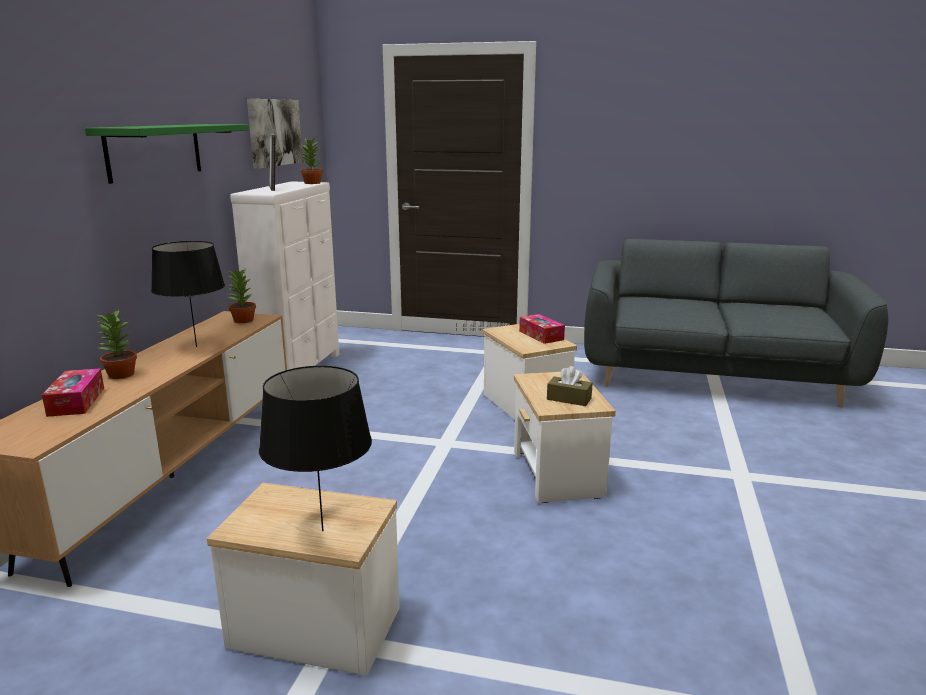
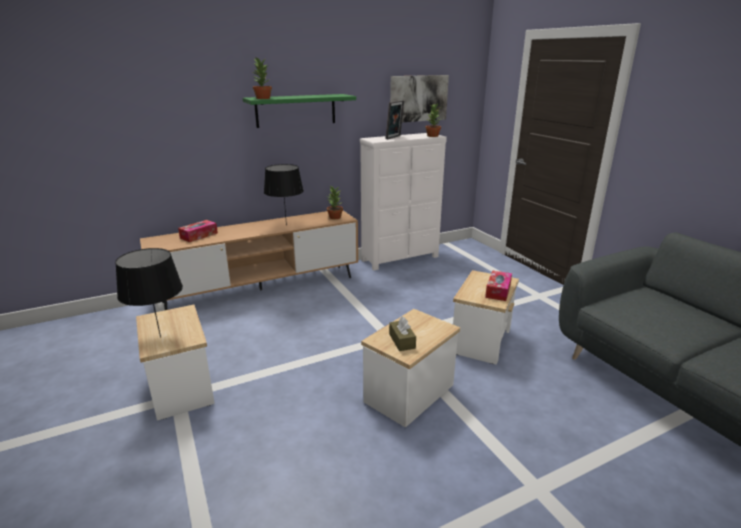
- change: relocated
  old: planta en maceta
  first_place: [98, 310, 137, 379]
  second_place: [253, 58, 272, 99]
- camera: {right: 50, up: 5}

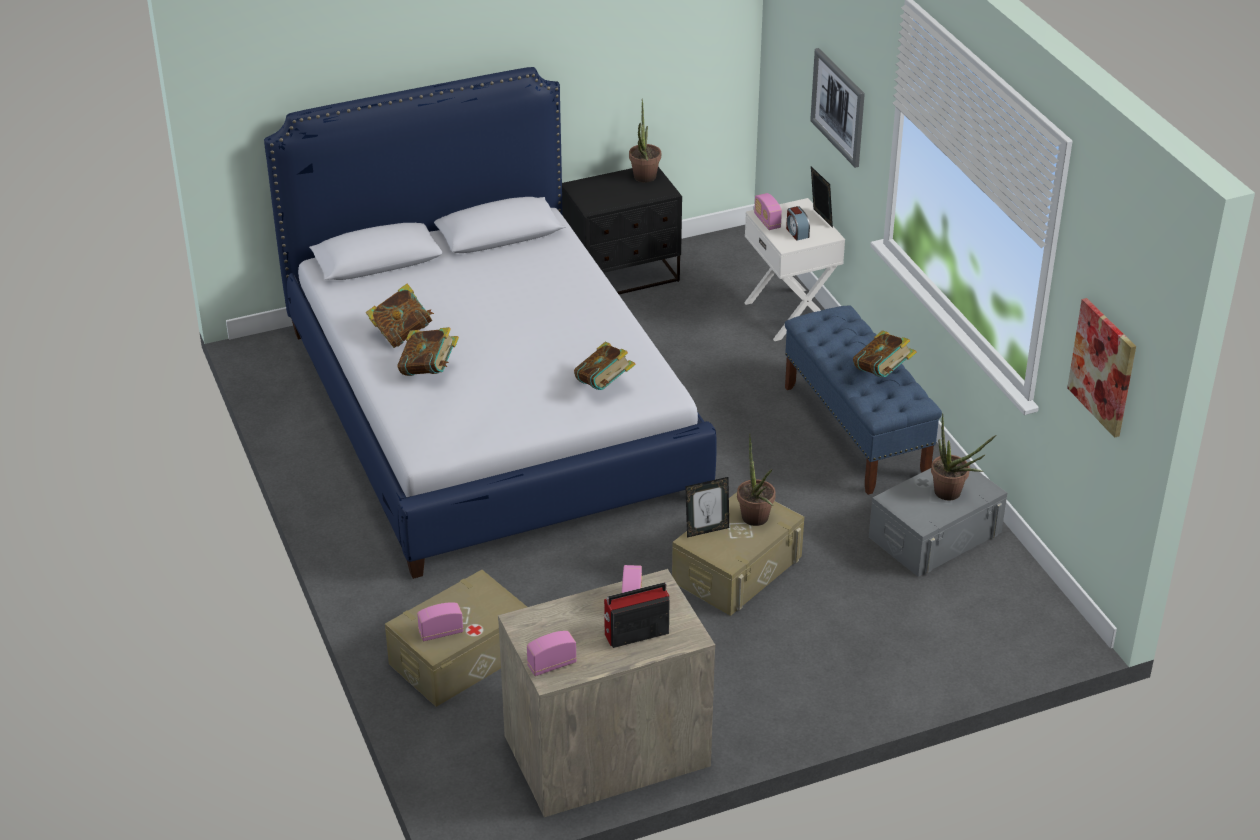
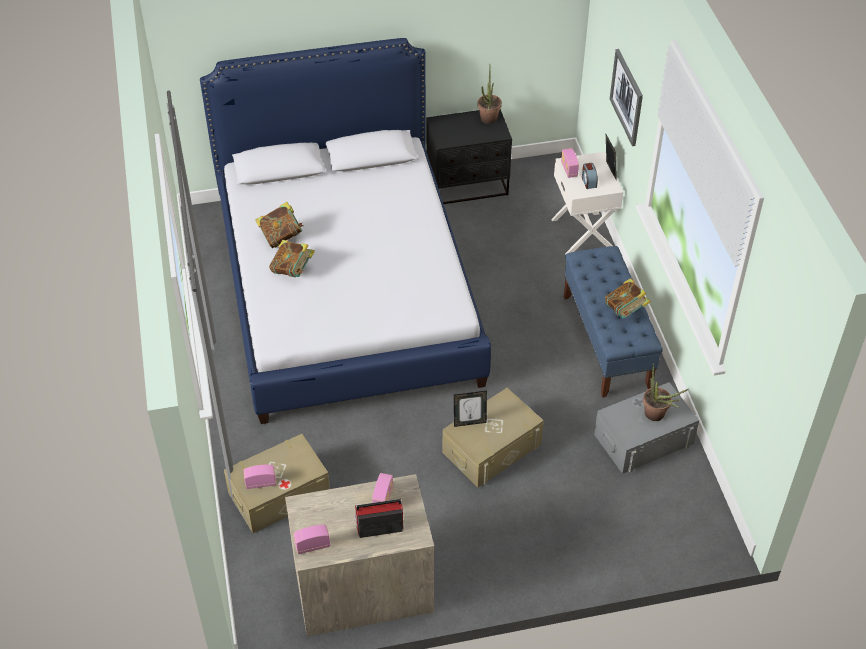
- change: missing
  old: libro
  first_place: [574, 342, 636, 390]
- change: missing
  old: planta en maceta
  first_place: [737, 434, 776, 526]
- change: missing
  old: cuadro
  first_place: [1067, 298, 1136, 438]
- camera: {right: 10, up: 10}

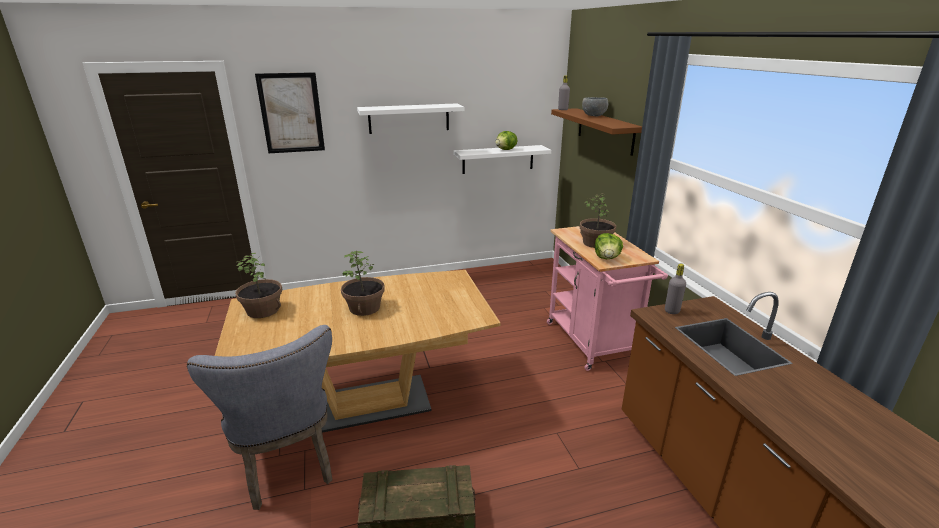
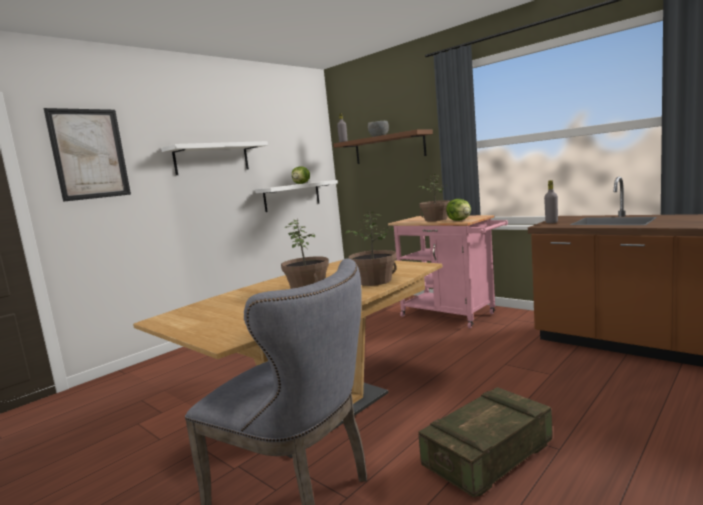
- change: relocated
  old: planta en maceta
  first_place: [235, 253, 282, 318]
  second_place: [345, 211, 397, 286]
- camera: {right: -30, up: -15}

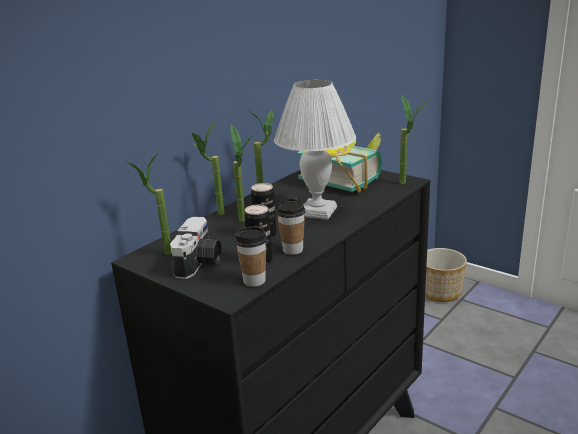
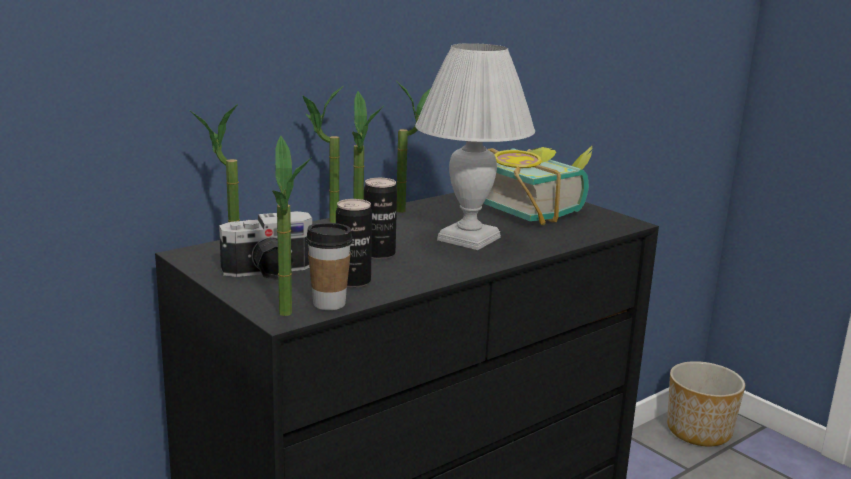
- change: missing
  old: taza
  first_place: [276, 198, 306, 255]
- change: relocated
  old: planta en maceta
  first_place: [400, 95, 426, 184]
  second_place: [272, 135, 312, 316]
- change: spun
  old: cámara
  first_place: [170, 216, 222, 279]
  second_place: [219, 211, 312, 281]
  degrees: 45
- camera: {right: 10, up: -5}

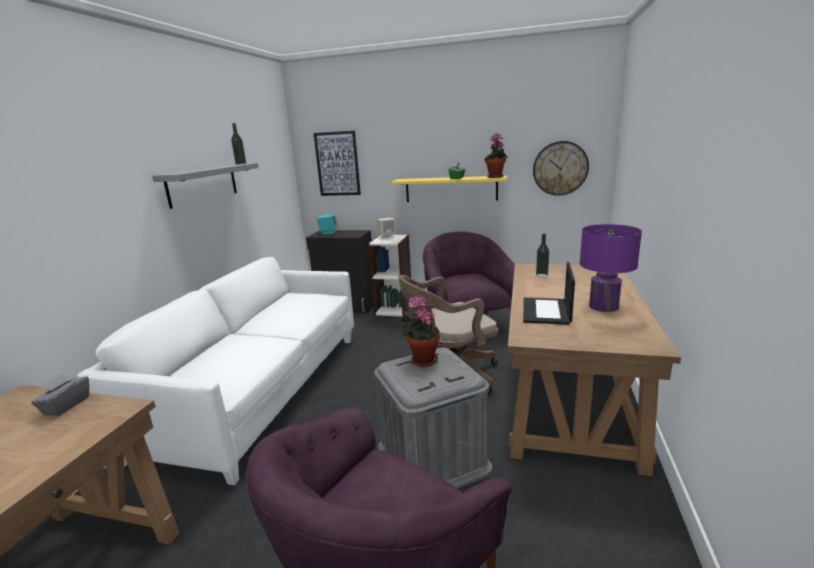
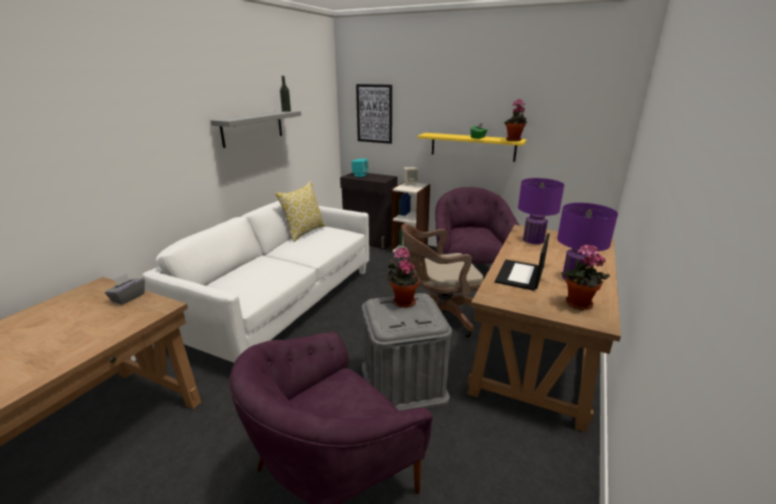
- change: missing
  old: reloj de pared
  first_place: [533, 141, 589, 196]
- change: appeared
  new: cojín
  second_place: [275, 181, 326, 242]
- change: appeared
  new: planta en maceta
  second_place: [561, 244, 610, 310]
- change: exchanged
  old: botella
  new: lámpara de mesa [morado]
  first_place: [536, 233, 549, 278]
  second_place: [518, 178, 564, 244]
- camera: {right: 10, up: 5}

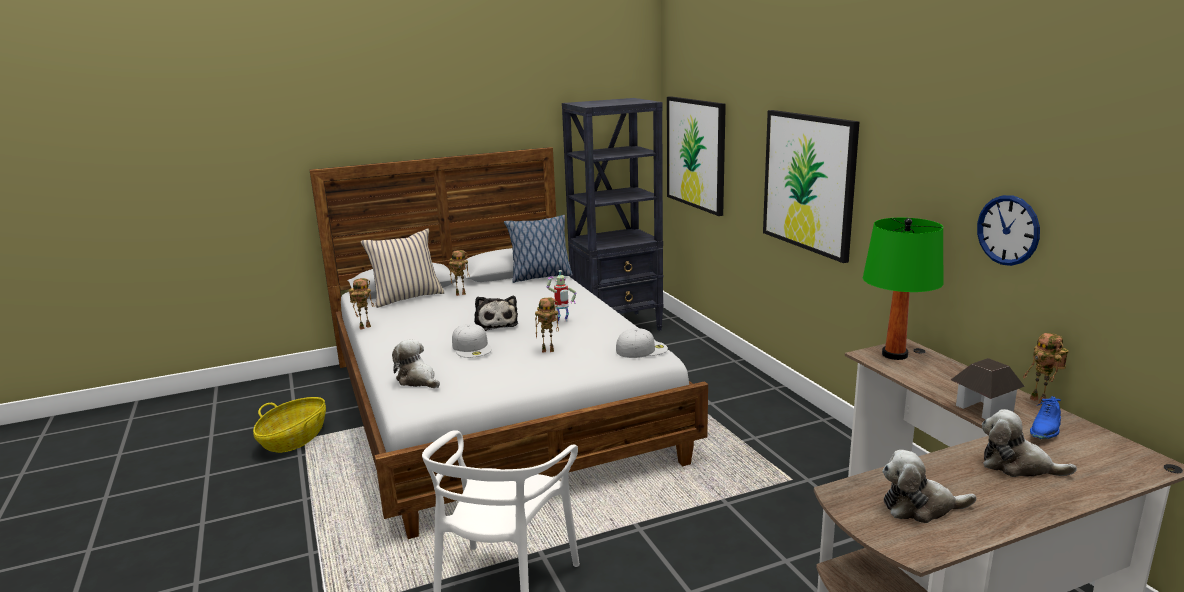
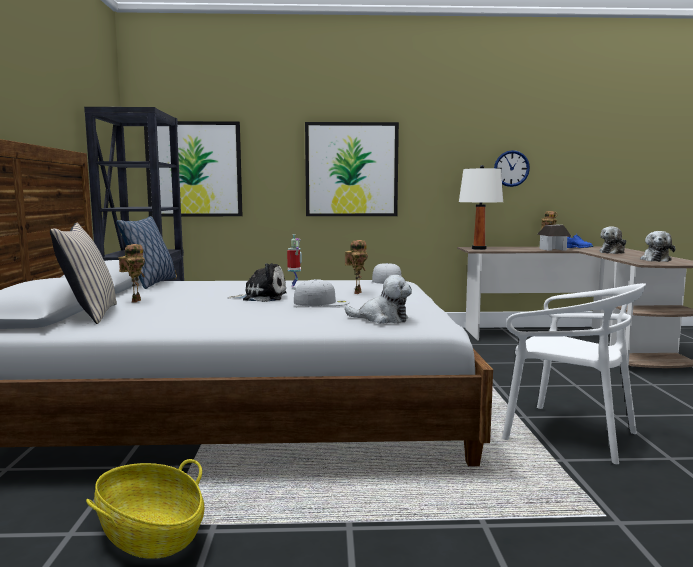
- change: missing
  old: robot de juguete
  first_place: [349, 278, 374, 330]
- change: colour
  old: lámpara de mesa [verde]
  new: lámpara de mesa [blanco]
  first_place: [863, 218, 944, 360]
  second_place: [459, 165, 503, 250]
- change: spun
  old: peluche
  first_place: [392, 339, 440, 388]
  second_place: [345, 275, 412, 324]
  degrees: -135
- camera: {right: -70, up: -10}

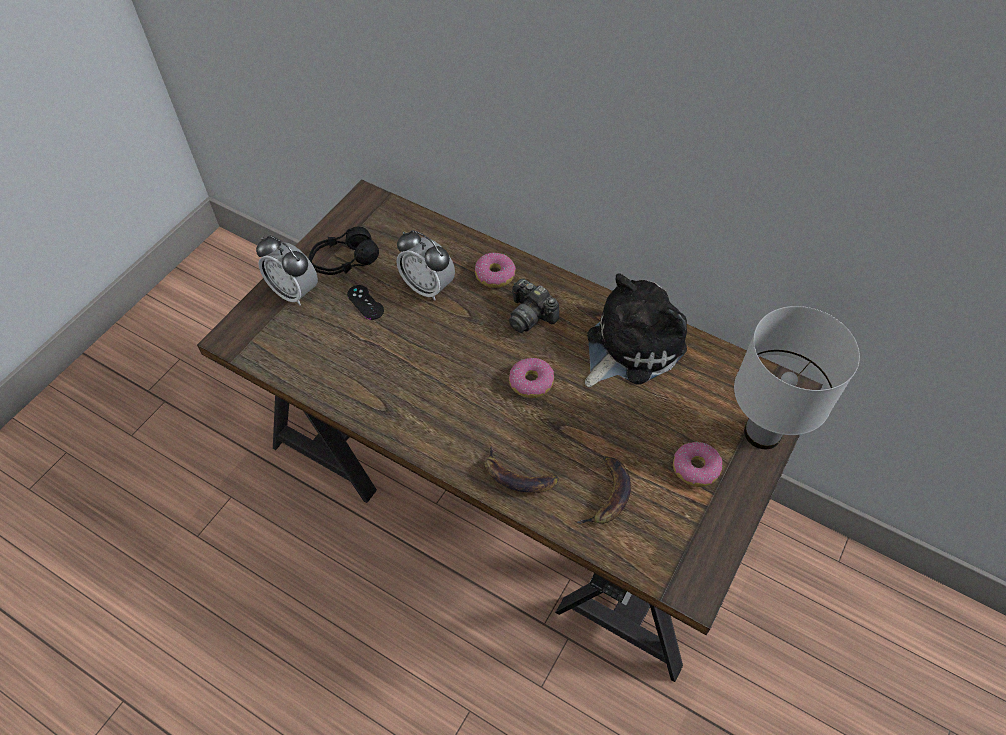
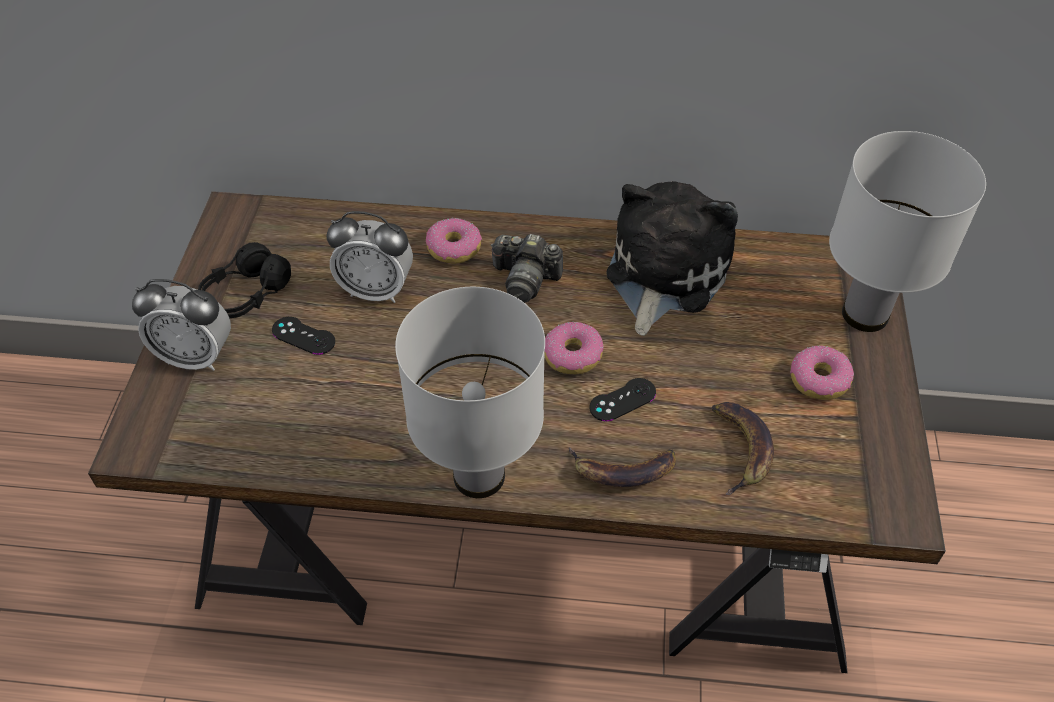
- change: appeared
  new: lámpara de mesa [blanco]
  second_place: [395, 287, 545, 498]
- change: appeared
  new: mando de consola [negro]
  second_place: [589, 378, 656, 421]
- camera: {right: -25, up: -5}

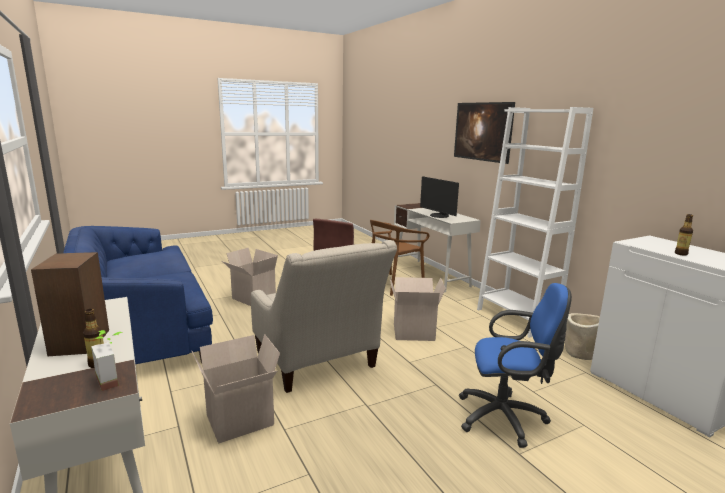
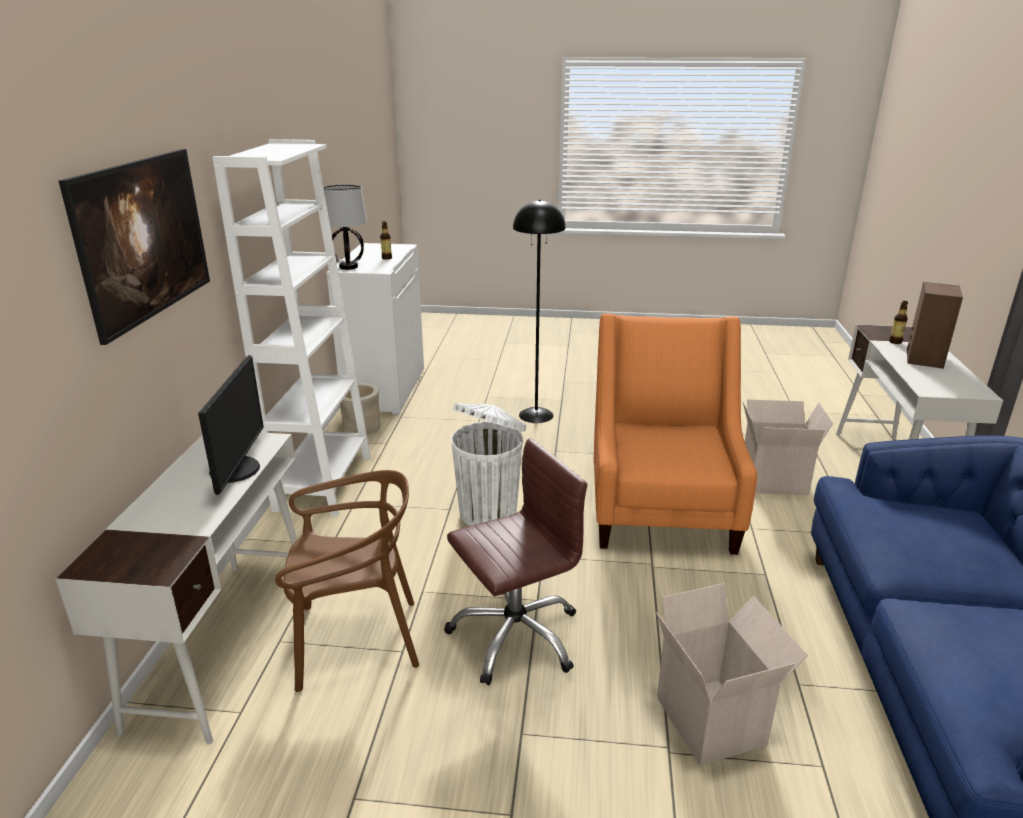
- change: missing
  old: planta en maceta
  first_place: [91, 330, 123, 391]
- change: appeared
  new: lámpara de mesa
  second_place: [323, 184, 367, 270]
- change: exchanged
  old: caja de cartón
  new: papelera [blanco]
  first_place: [390, 277, 446, 341]
  second_place: [451, 403, 527, 526]
- change: exchanged
  old: silla de oficina [azul]
  new: lámpara de pie [negro]
  first_place: [459, 283, 572, 448]
  second_place: [513, 199, 566, 423]
- change: colour
  old: sillón [beis]
  new: sillón [naranja]
  first_place: [251, 240, 397, 393]
  second_place: [594, 313, 757, 555]
- camera: {right: -145, up: 10}

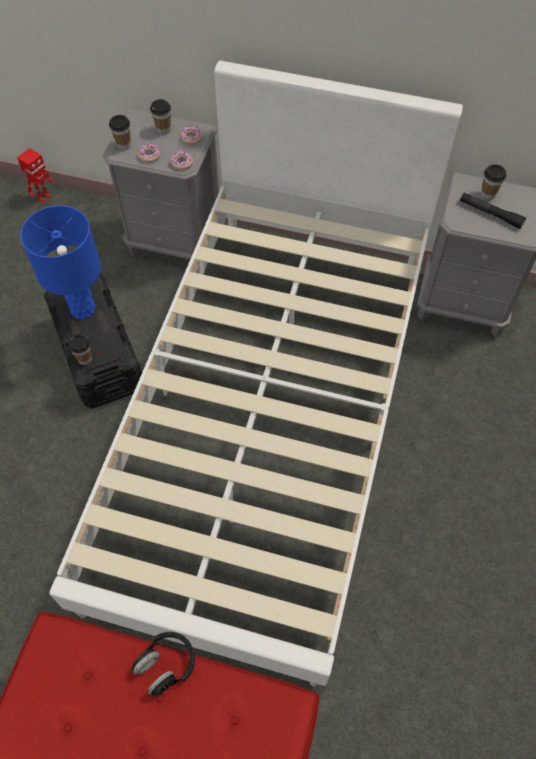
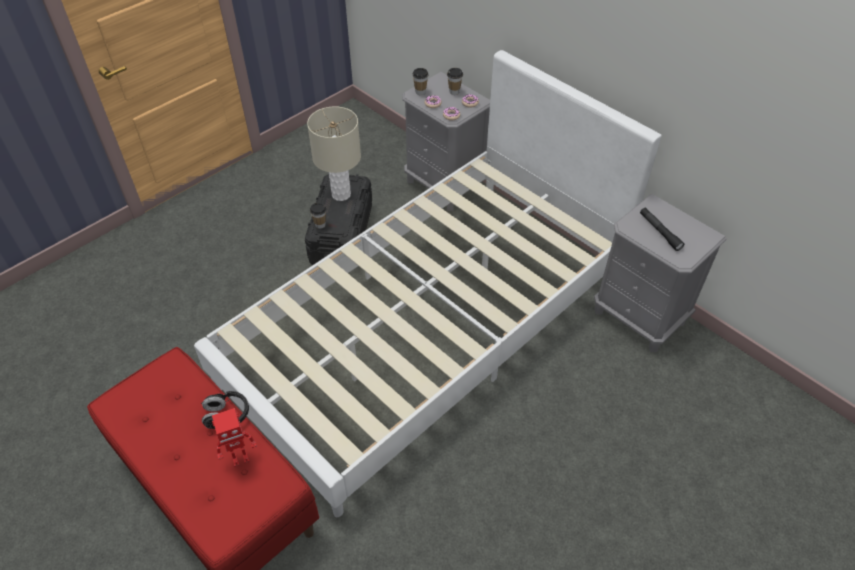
- change: missing
  old: taza
  first_place: [481, 164, 506, 200]
- change: relocated
  old: robot de juguete
  first_place: [17, 148, 53, 203]
  second_place: [212, 408, 257, 467]
- change: colour
  old: lámpara de mesa [azul]
  new: lámpara de mesa [beis]
  first_place: [20, 205, 101, 319]
  second_place: [307, 106, 361, 201]
- camera: {right: 30, up: -10}

